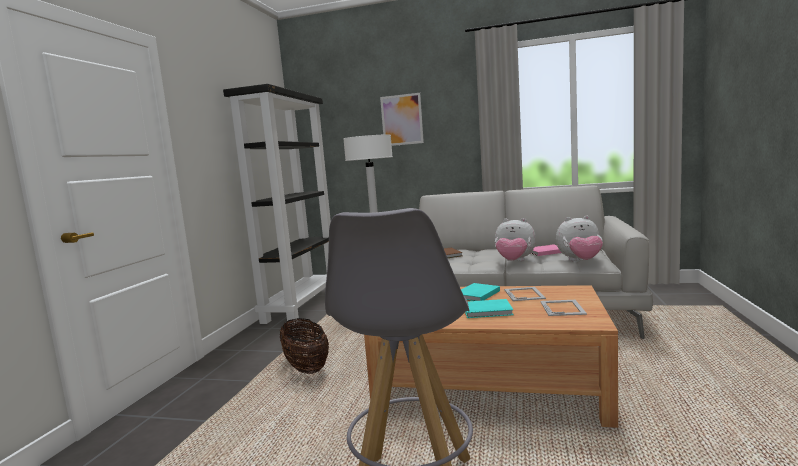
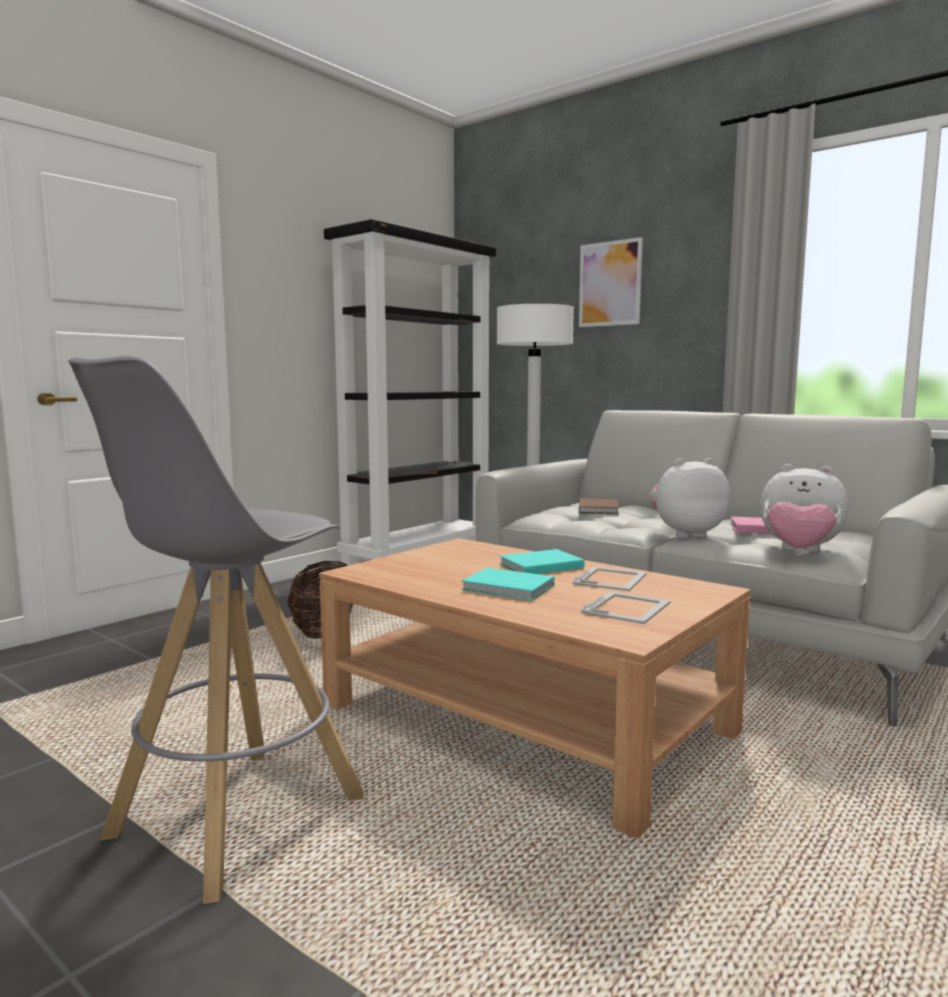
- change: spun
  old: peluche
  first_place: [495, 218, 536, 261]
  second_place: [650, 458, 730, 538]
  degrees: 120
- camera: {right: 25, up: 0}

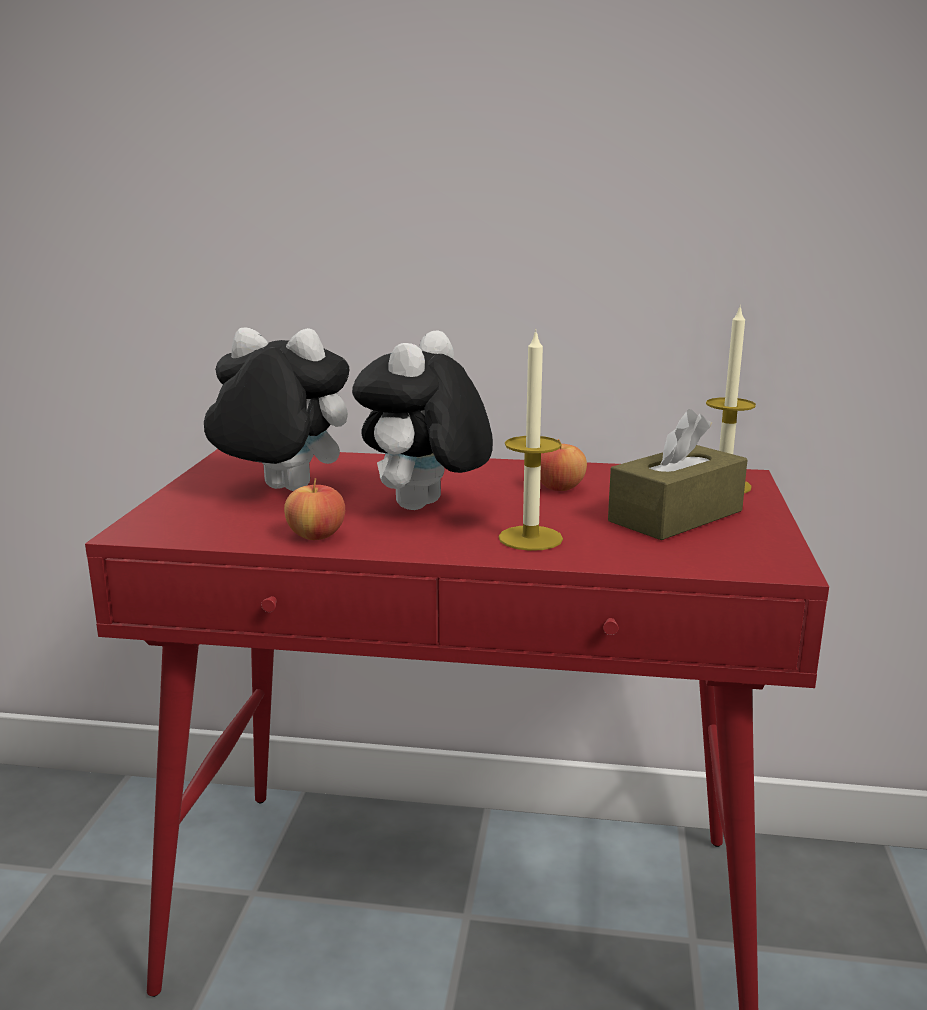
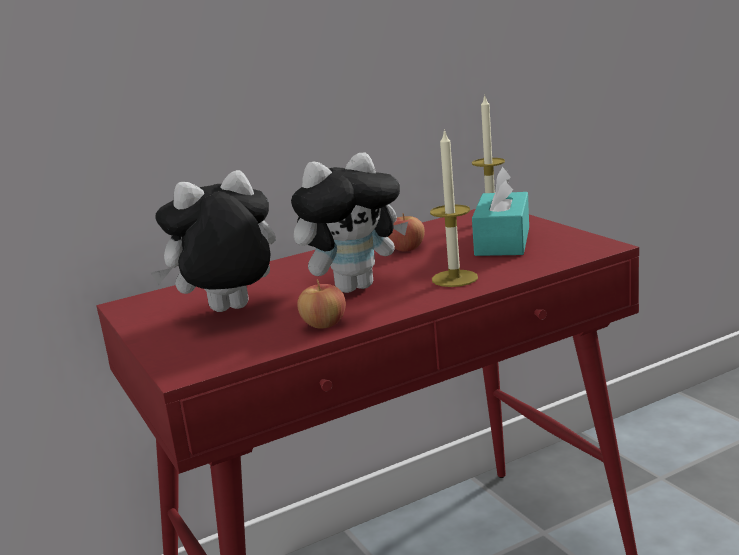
- change: colour
  old: caja de pañuelos [marrón]
  new: caja de pañuelos [turquesa]
  first_place: [608, 409, 747, 540]
  second_place: [472, 167, 529, 256]
- change: spun
  old: peluche
  first_place: [352, 330, 493, 510]
  second_place: [291, 152, 408, 293]
  degrees: -105
- camera: {right: -35, up: 0}

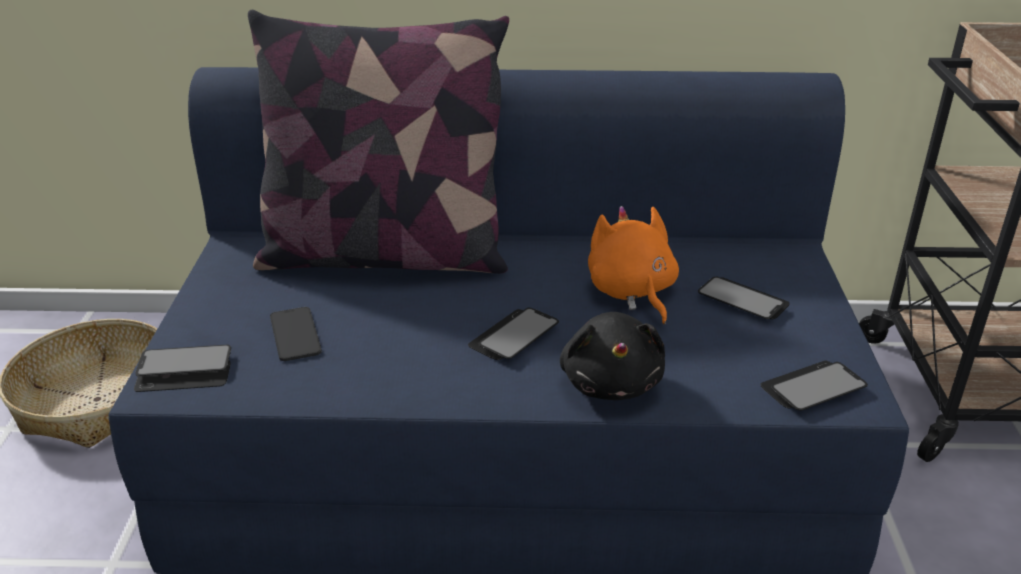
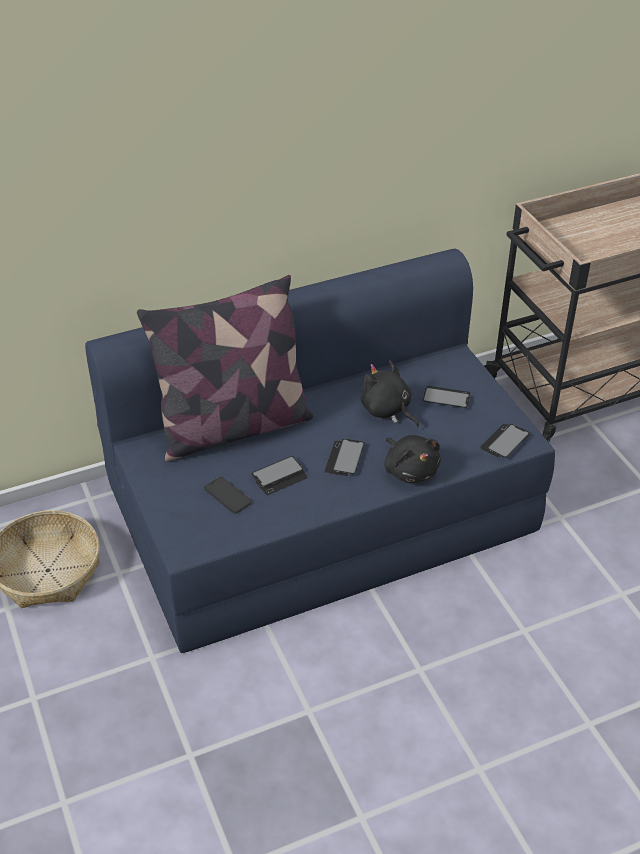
- change: relocated
  old: móvil
  first_place: [134, 344, 231, 392]
  second_place: [252, 456, 307, 495]
- change: colour
  old: peluche [naranja]
  new: peluche [negro]
  first_place: [588, 206, 679, 325]
  second_place: [361, 361, 419, 428]
- camera: {right: -25, up: 10}

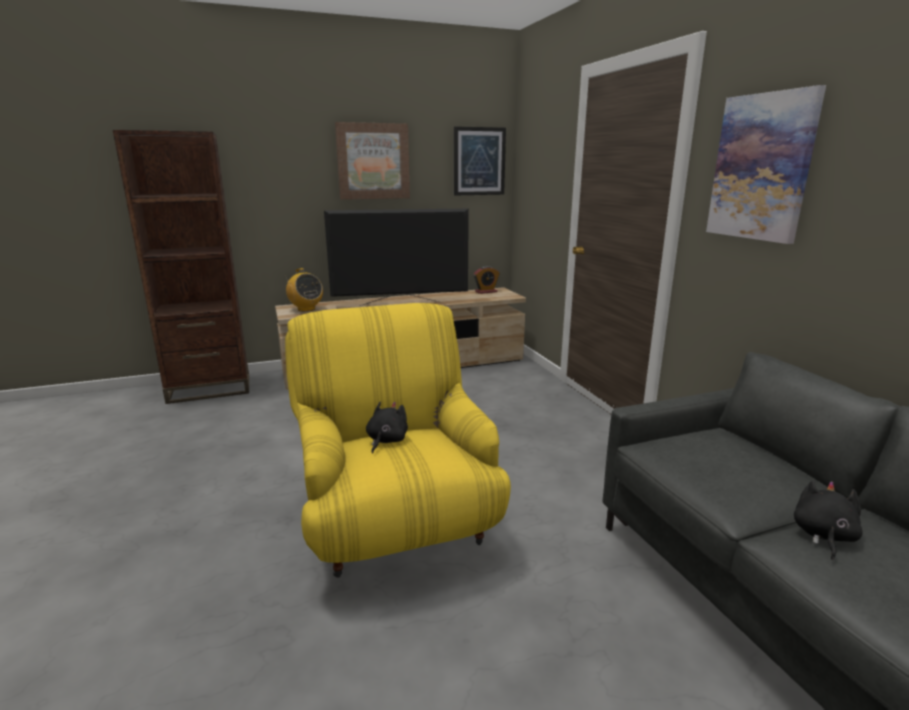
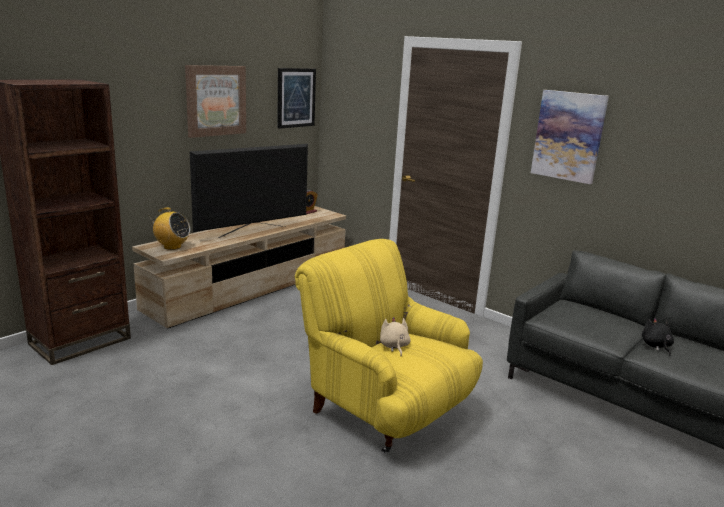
- change: colour
  old: peluche [negro]
  new: peluche [beis]
  first_place: [366, 402, 408, 454]
  second_place: [380, 317, 411, 356]
- camera: {right: -30, up: 0}

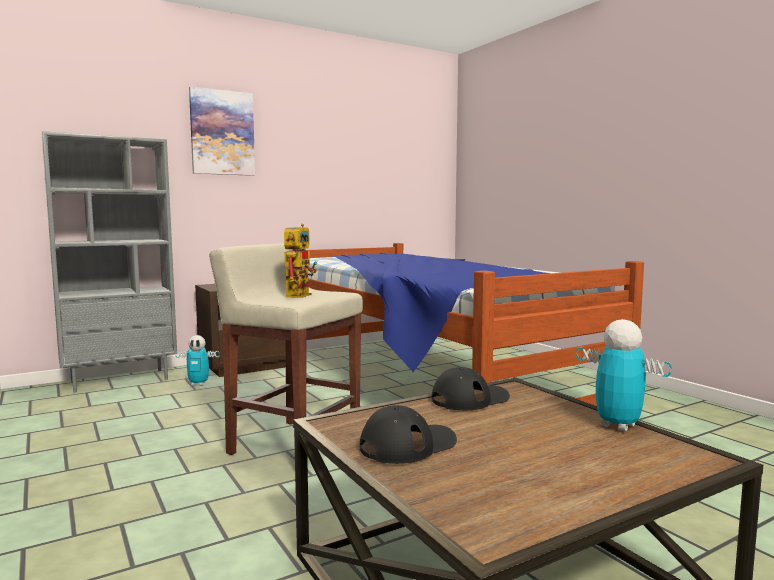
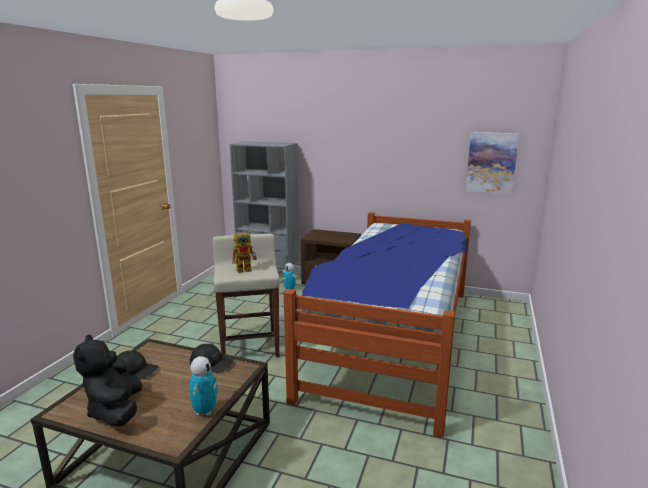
- change: appeared
  new: peluche [negro]
  second_place: [73, 334, 142, 426]
- change: relocated
  old: cuadro
  first_place: [189, 86, 255, 176]
  second_place: [466, 132, 519, 194]
- camera: {right: 50, up: 10}

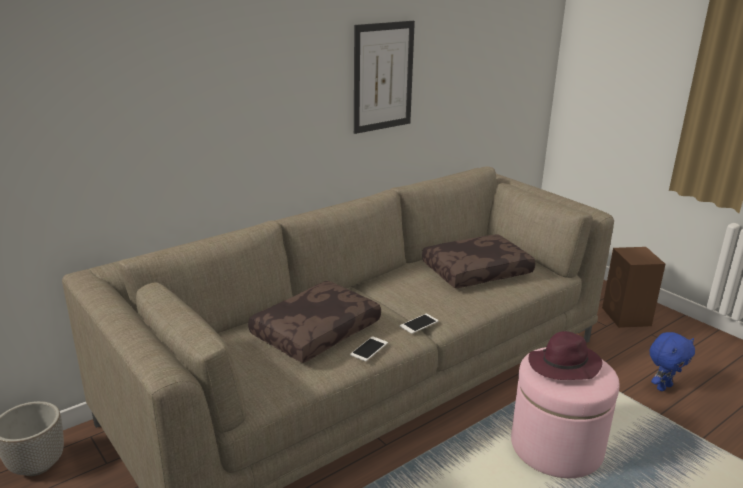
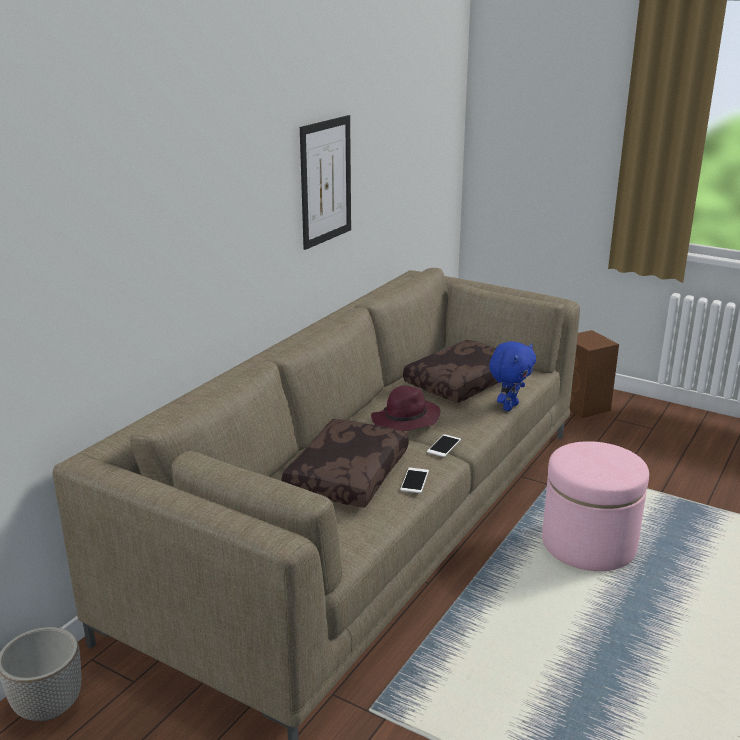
- change: relocated
  old: sombrero [morado]
  first_place: [529, 331, 602, 380]
  second_place: [371, 386, 441, 431]
- change: relocated
  old: peluche [azul]
  first_place: [650, 332, 695, 391]
  second_place: [489, 341, 536, 411]
- camera: {right: -20, up: 0}

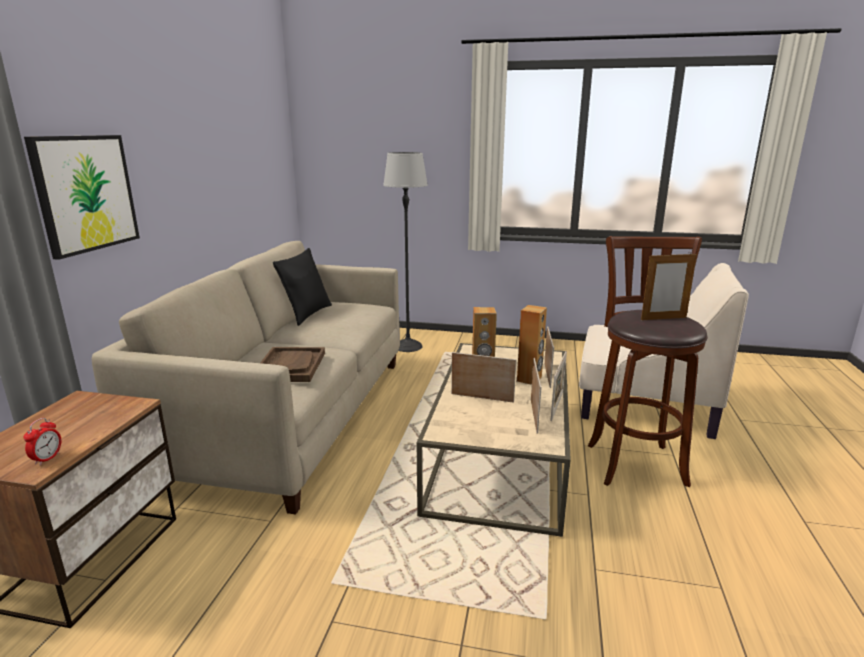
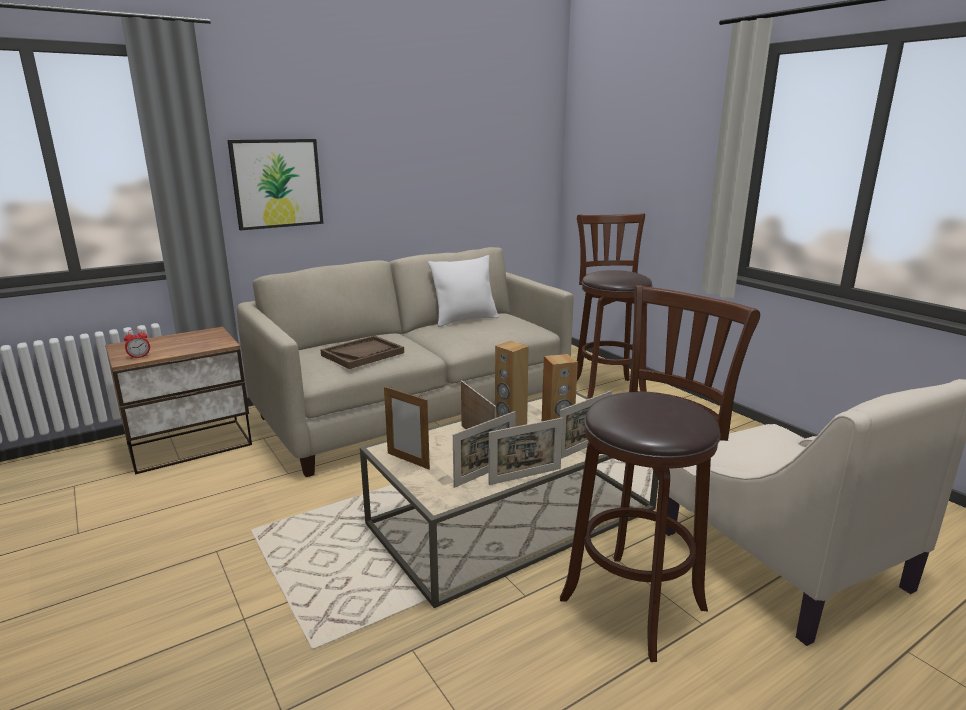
- change: relocated
  old: portarretratos
  first_place: [641, 253, 697, 320]
  second_place: [384, 386, 430, 469]
- change: exchanged
  old: lámpara de pie
  new: taburete [marrón]
  first_place: [383, 152, 428, 352]
  second_place: [577, 213, 652, 399]
- change: colour
  old: cojín [negro]
  new: cojín [blanco]
  first_place: [273, 248, 332, 326]
  second_place: [428, 255, 499, 327]
- camera: {right: 45, up: 0}

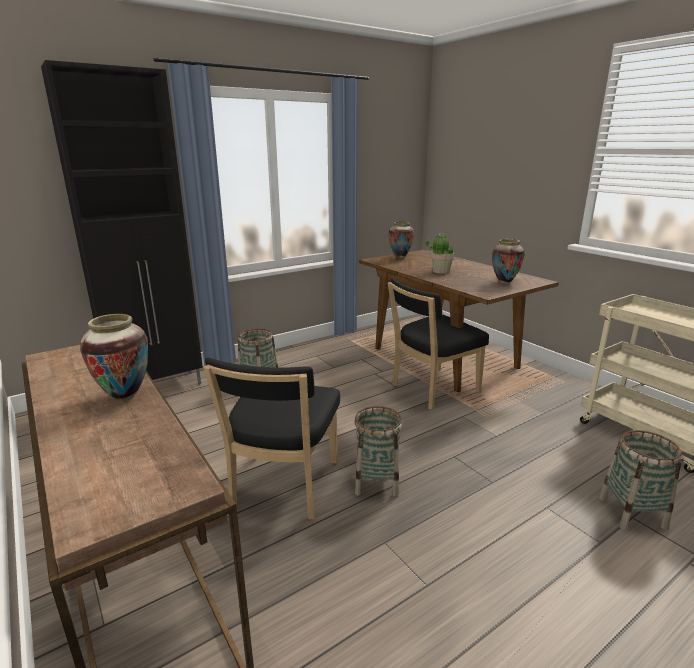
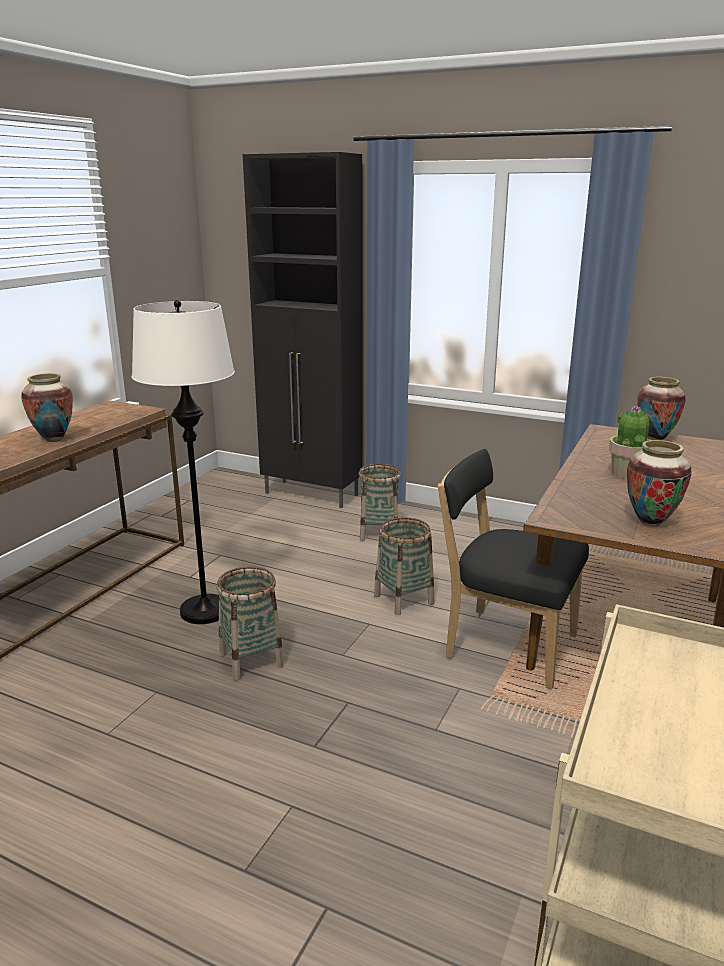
- change: relocated
  old: cesta
  first_place: [599, 430, 682, 530]
  second_place: [374, 517, 434, 615]
- change: exchanged
  old: silla [negro]
  new: lámpara de pie [blanco]
  first_place: [204, 358, 340, 520]
  second_place: [132, 300, 235, 624]
- camera: {right: 60, up: 0}

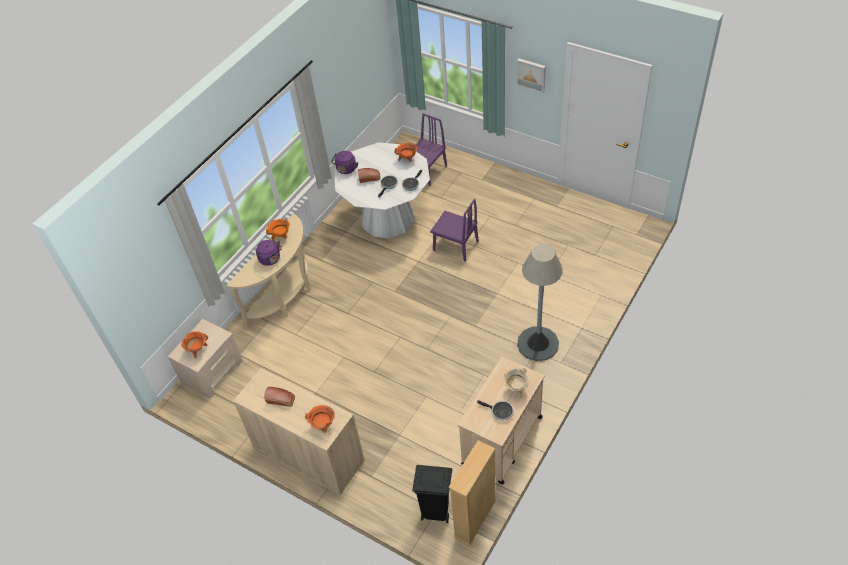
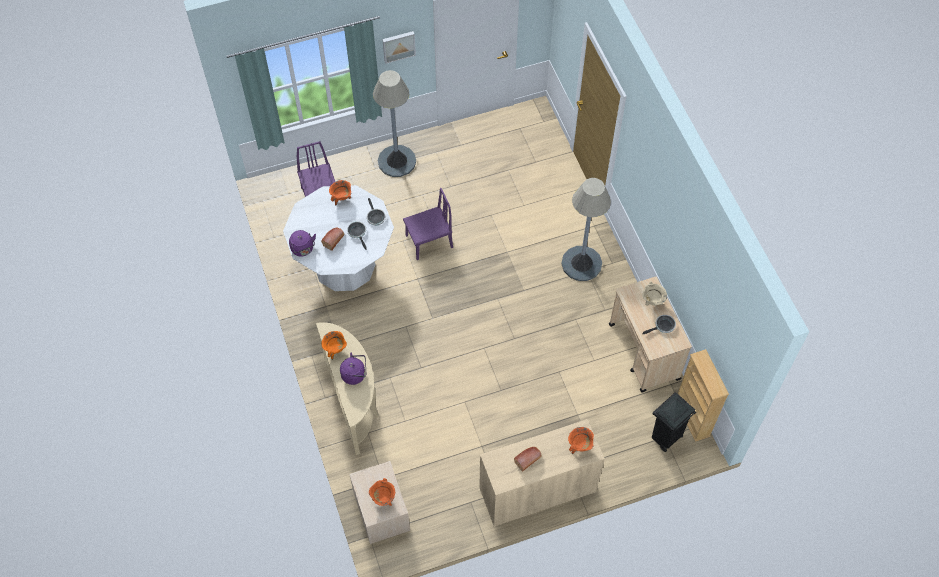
- change: appeared
  new: lámpara de pie [gris]
  second_place: [373, 70, 416, 177]
- camera: {right: -55, up: 10}

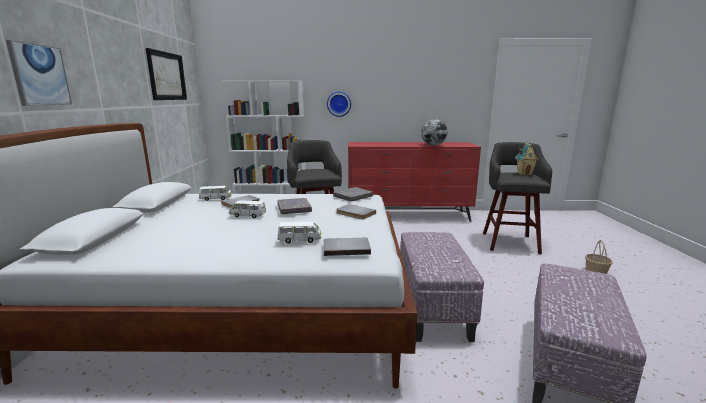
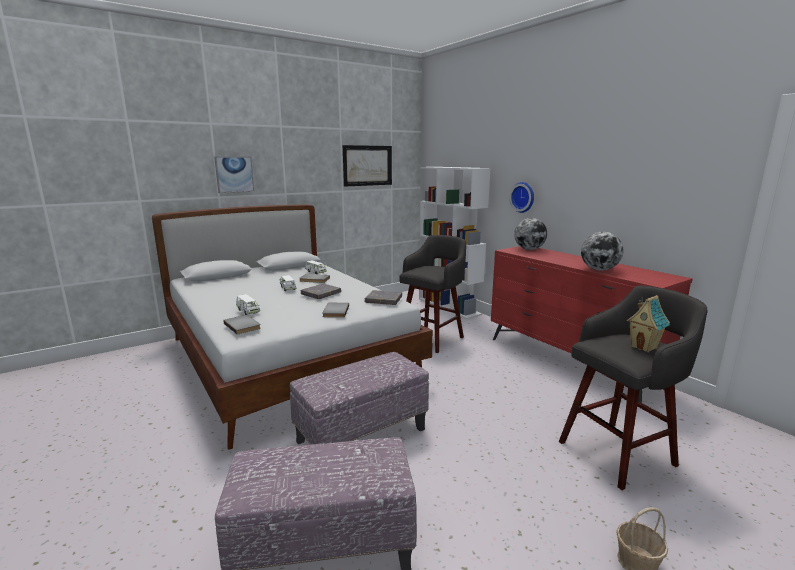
- change: appeared
  new: globo terráqueo
  second_place: [514, 218, 547, 250]
- camera: {right: 55, up: 0}

